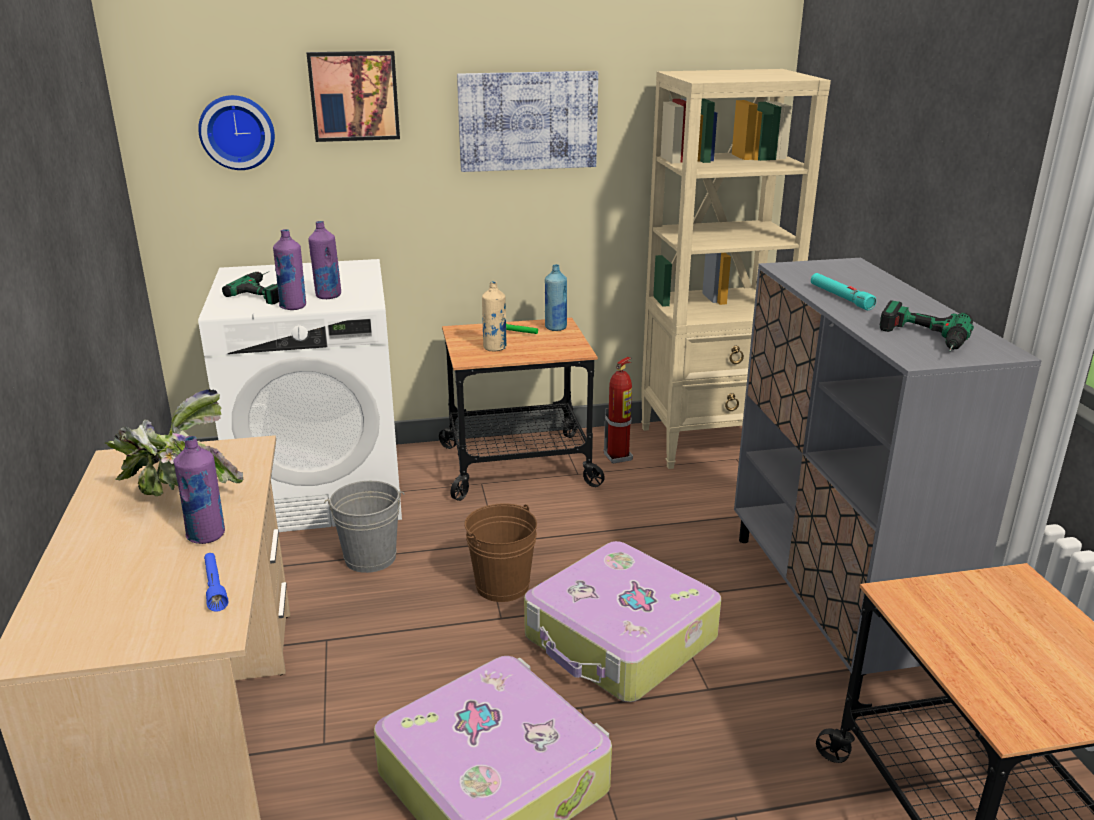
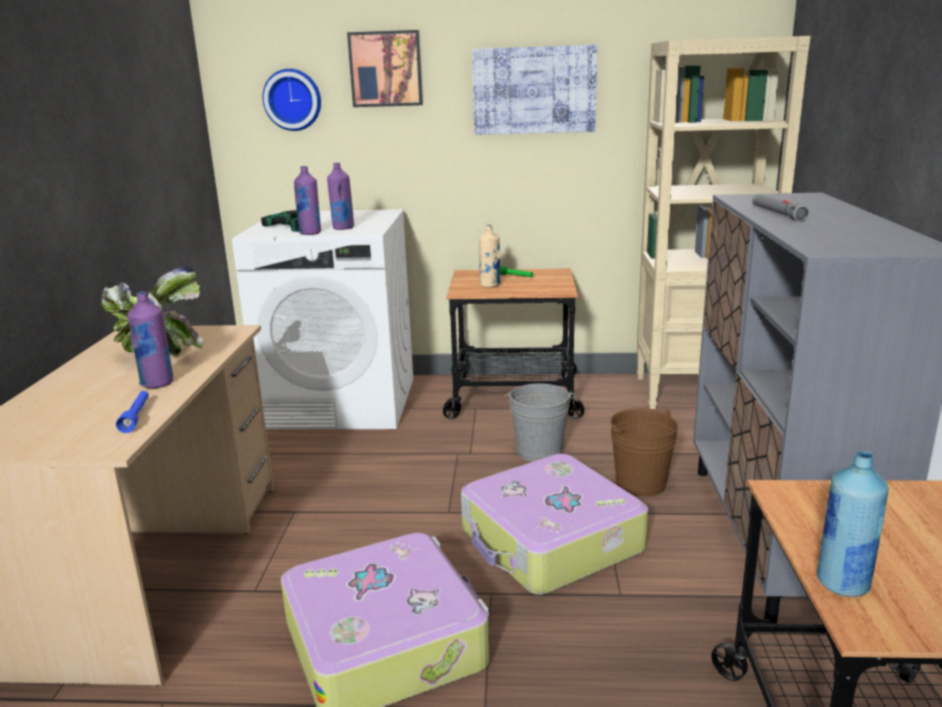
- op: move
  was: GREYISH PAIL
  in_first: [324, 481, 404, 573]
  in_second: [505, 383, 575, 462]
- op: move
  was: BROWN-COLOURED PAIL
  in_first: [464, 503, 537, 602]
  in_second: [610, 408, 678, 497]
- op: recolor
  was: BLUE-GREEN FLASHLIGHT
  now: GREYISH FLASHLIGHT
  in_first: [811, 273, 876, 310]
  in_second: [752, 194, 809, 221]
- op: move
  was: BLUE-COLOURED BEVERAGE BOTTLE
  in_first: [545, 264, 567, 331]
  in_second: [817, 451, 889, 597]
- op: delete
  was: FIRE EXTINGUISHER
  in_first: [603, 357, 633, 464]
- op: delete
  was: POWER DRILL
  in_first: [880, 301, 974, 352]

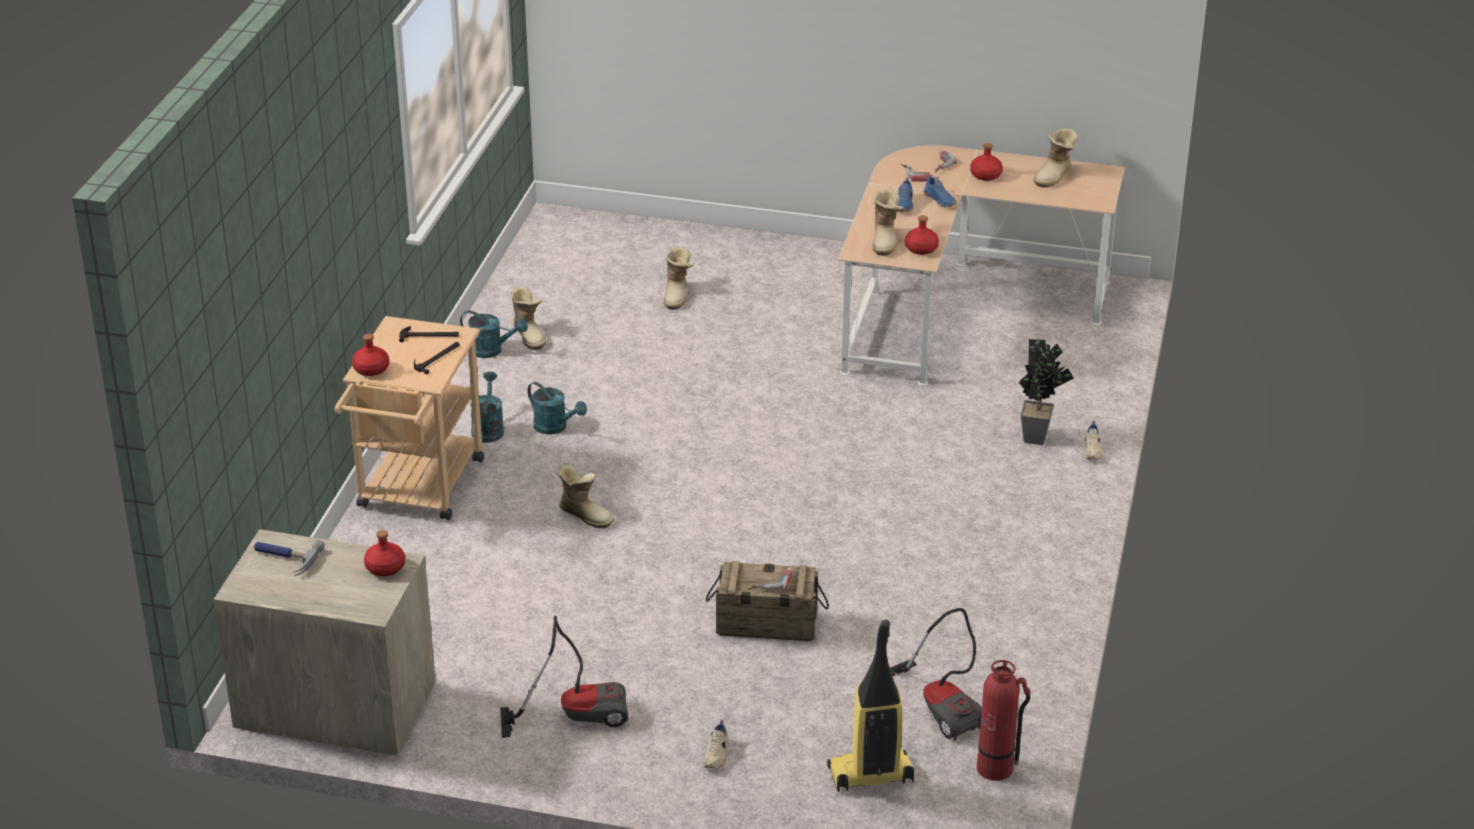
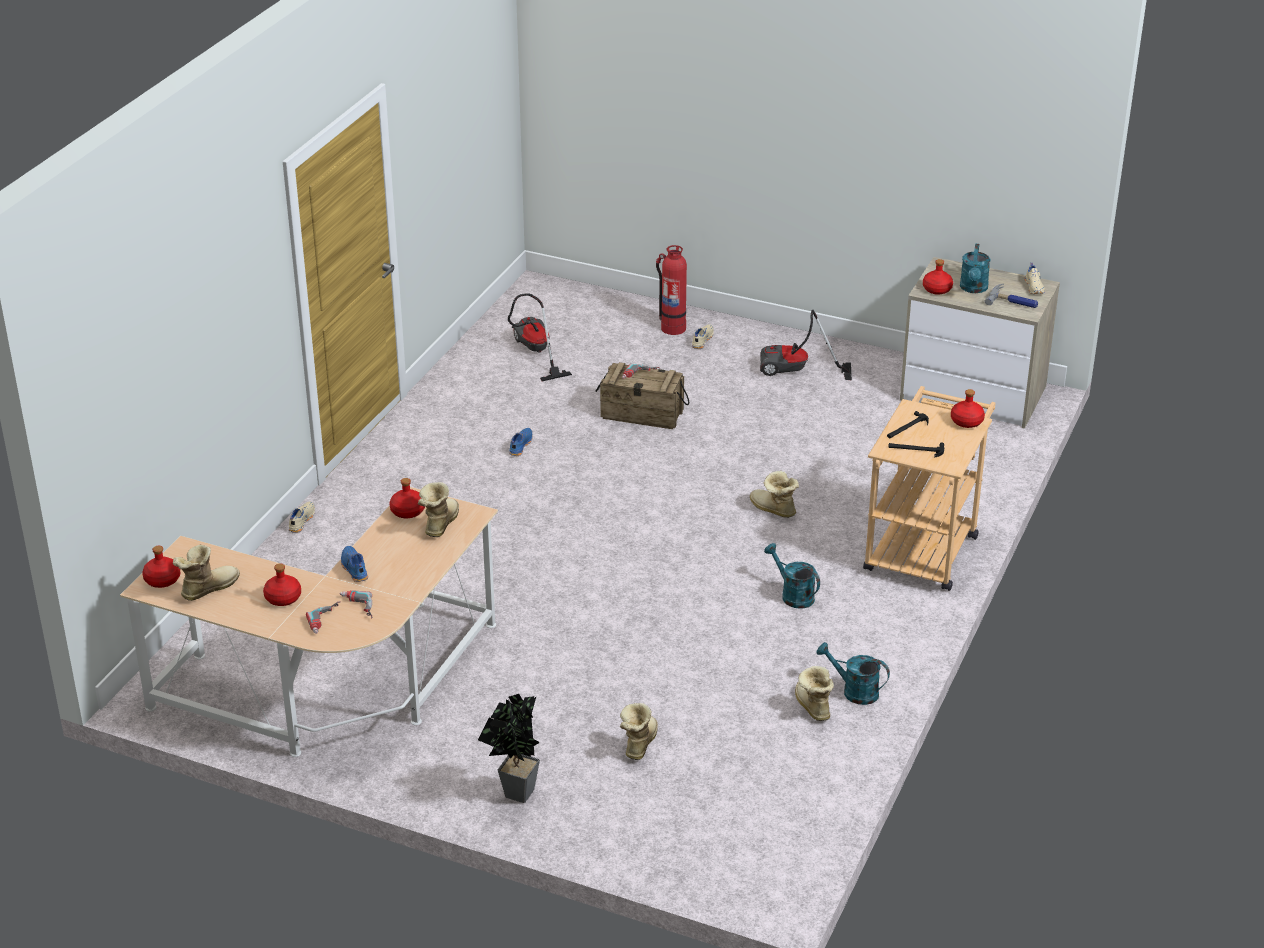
- op: insert
  now: RED BEVERAGE BOTTLE
  in_second: [142, 546, 180, 588]
- op: move
  was: PLANT IN A POT
  in_first: [1019, 339, 1074, 445]
  in_second: [478, 694, 540, 803]
- op: move
  was: BLUE-COLOURED SHOE
  in_first: [898, 177, 913, 212]
  in_second: [509, 428, 533, 456]
- op: move
  was: FIRE EXTINGUISHER
  in_first: [977, 660, 1031, 781]
  in_second: [656, 245, 687, 335]
- op: move
  was: BLUE-GREEN WATERING POT
  in_first: [470, 371, 504, 443]
  in_second: [960, 243, 990, 293]
- op: insert
  now: BEIGE SHOE
  in_second: [1024, 263, 1045, 294]
- op: delete
  was: HOOVER
  in_first: [827, 620, 914, 792]

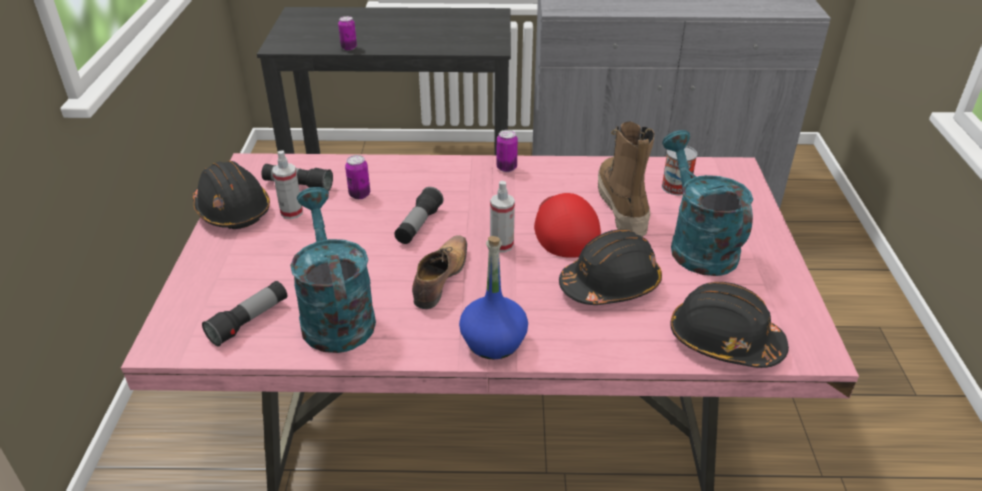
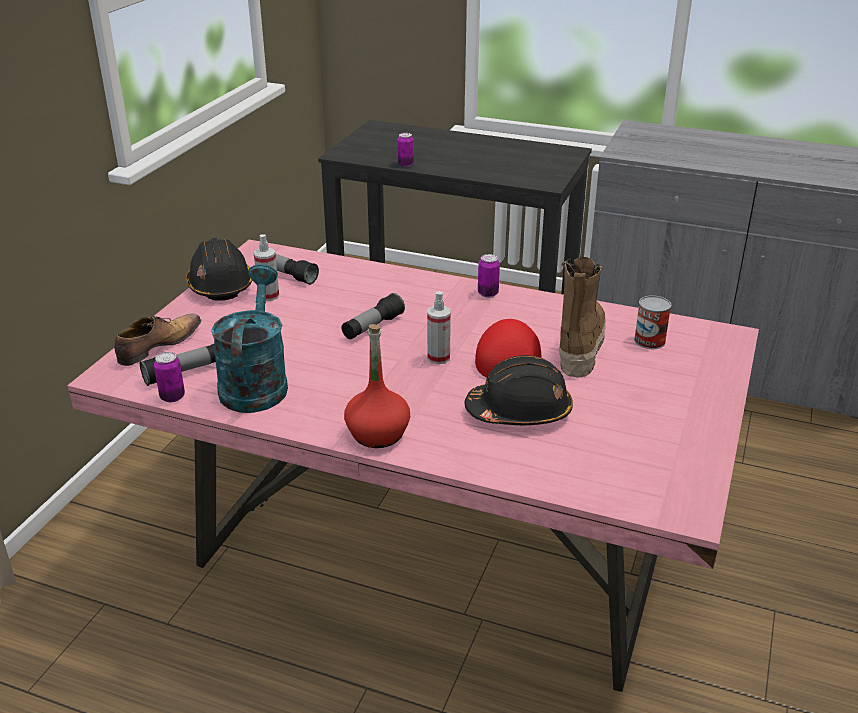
- op: move
  was: SHOE
  in_first: [412, 235, 467, 309]
  in_second: [114, 313, 201, 366]
- op: move
  was: CAN
  in_first: [345, 155, 370, 199]
  in_second: [154, 352, 185, 402]
- op: recolor
  was: BLUE-COLOURED BEVERAGE BOTTLE
  now: RED BEVERAGE BOTTLE
  in_first: [459, 236, 528, 359]
  in_second: [344, 324, 410, 448]
- op: delete
  was: BLUE-GREEN WATERING POT
  in_first: [662, 130, 753, 276]
- op: delete
  was: BLACK-COLOURED WORK HELMET
  in_first: [670, 282, 789, 368]

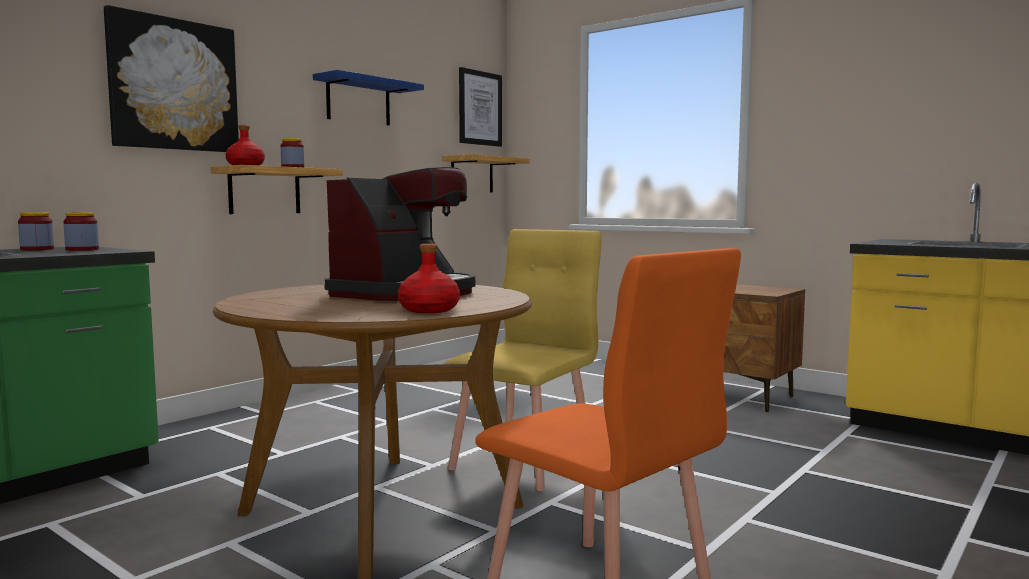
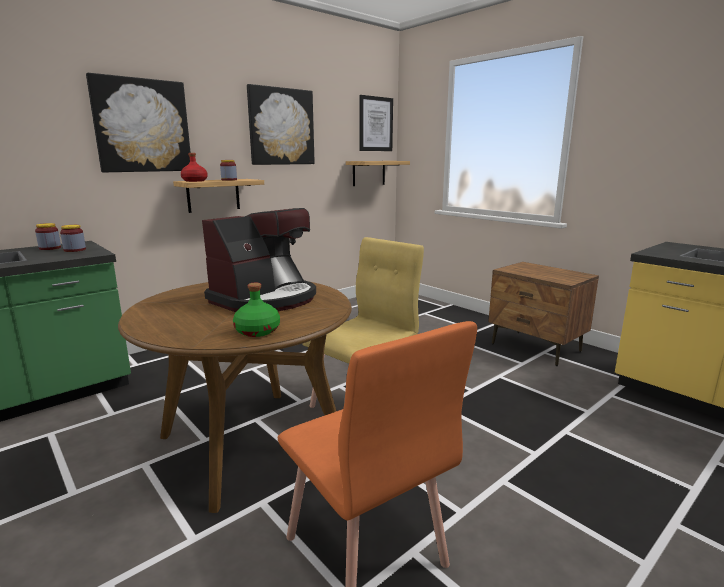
- op: recolor
  was: RED BEVERAGE BOTTLE
  now: GREEN-COLOURED BEVERAGE BOTTLE
  in_first: [398, 244, 460, 313]
  in_second: [233, 283, 280, 337]
- op: replace
  was: BLUE-COLOURED WALL SHELF
  now: WALL PICTURE
  in_first: [313, 70, 424, 126]
  in_second: [247, 84, 315, 165]

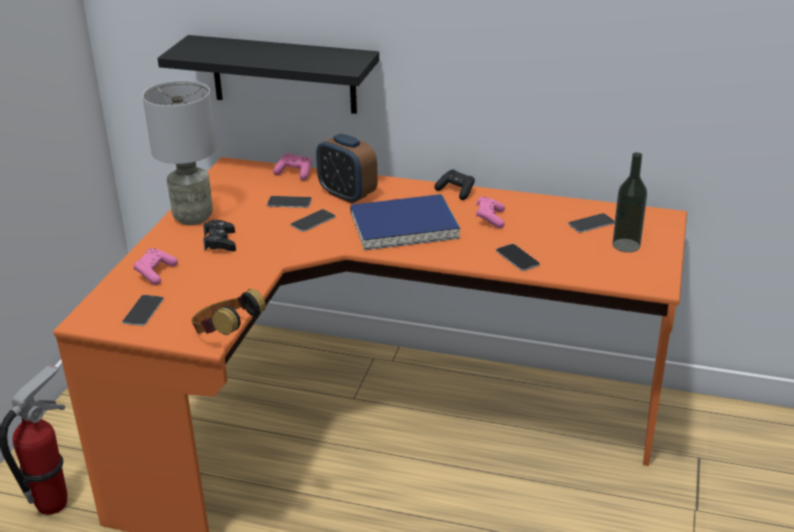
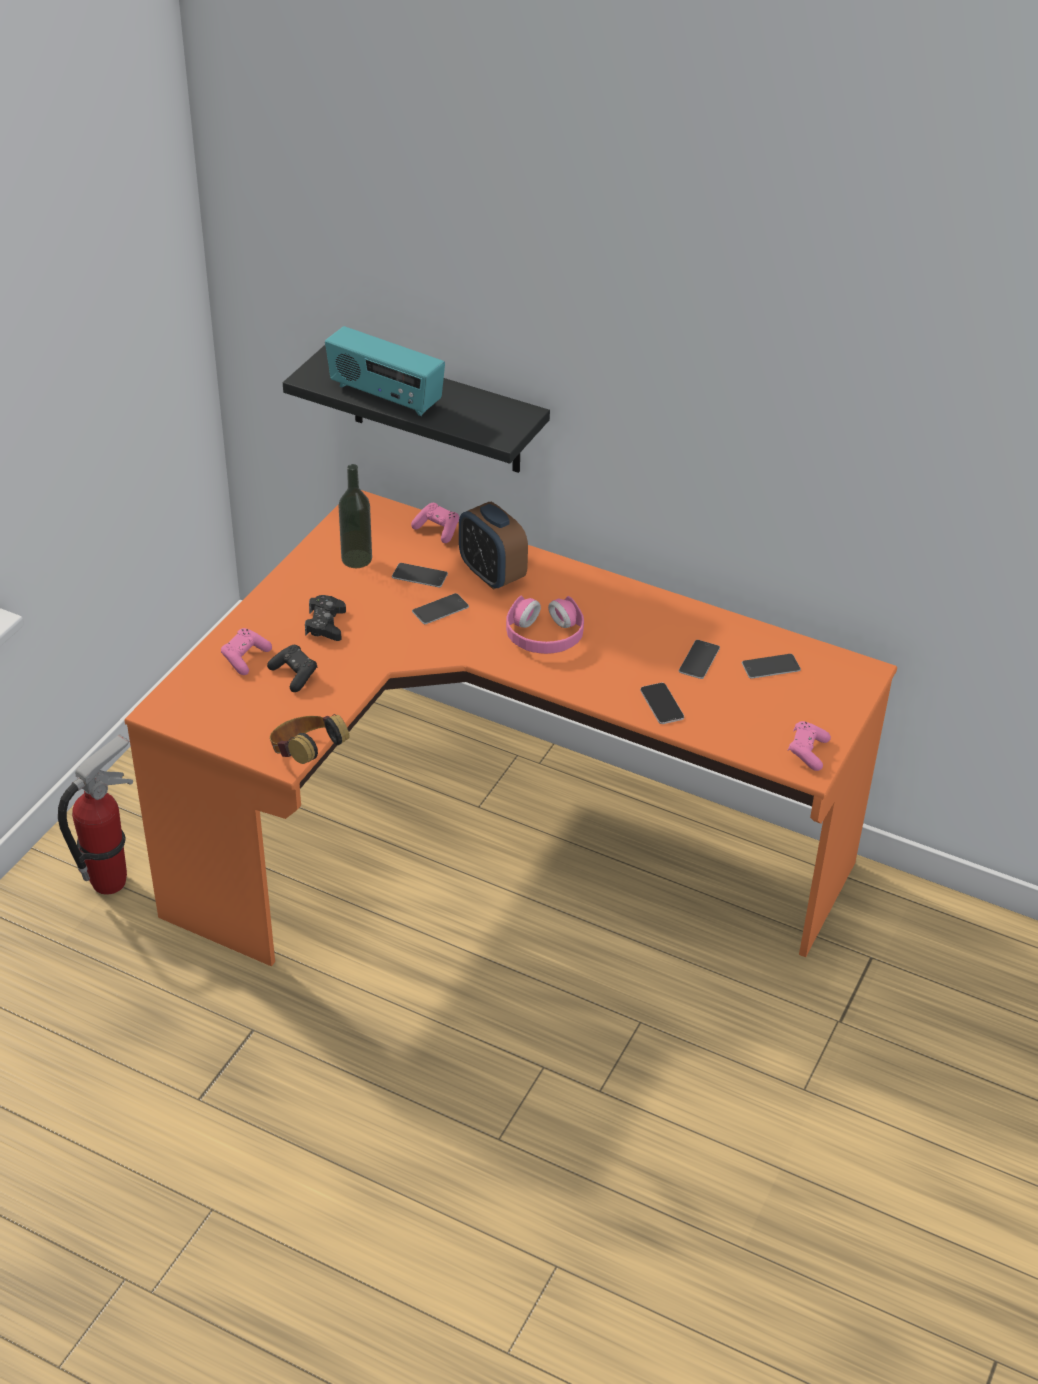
- op: move
  was: BLACK-COLOURED GAMEPAD
  in_first: [434, 170, 475, 200]
  in_second: [267, 645, 318, 692]
- op: insert
  now: RADIO
  in_second: [325, 326, 445, 416]
- op: move
  was: BEVERAGE BOTTLE
  in_first: [612, 152, 647, 253]
  in_second: [338, 464, 372, 568]
- op: replace
  was: BLUE-COLOURED VOLUME
  now: PINK-COLOURED HEADSET
  in_first: [350, 194, 460, 250]
  in_second: [506, 596, 584, 654]
- op: move
  was: PHONE
  in_first: [122, 295, 164, 326]
  in_second: [679, 640, 720, 679]
- op: move
  was: PINK-COLOURED GAMEPAD
  in_first: [476, 197, 505, 228]
  in_second: [788, 721, 831, 771]
- op: delete
  was: GREYISH TABLETOP LAMP
  in_first: [143, 80, 216, 225]

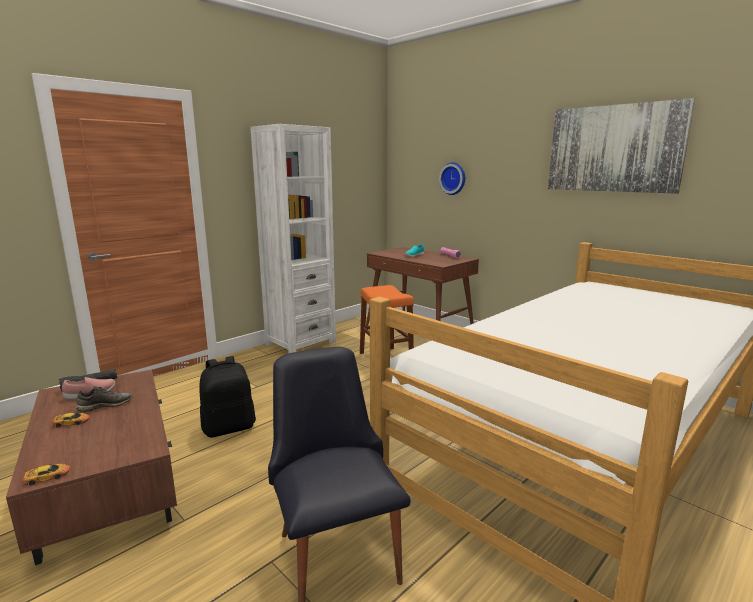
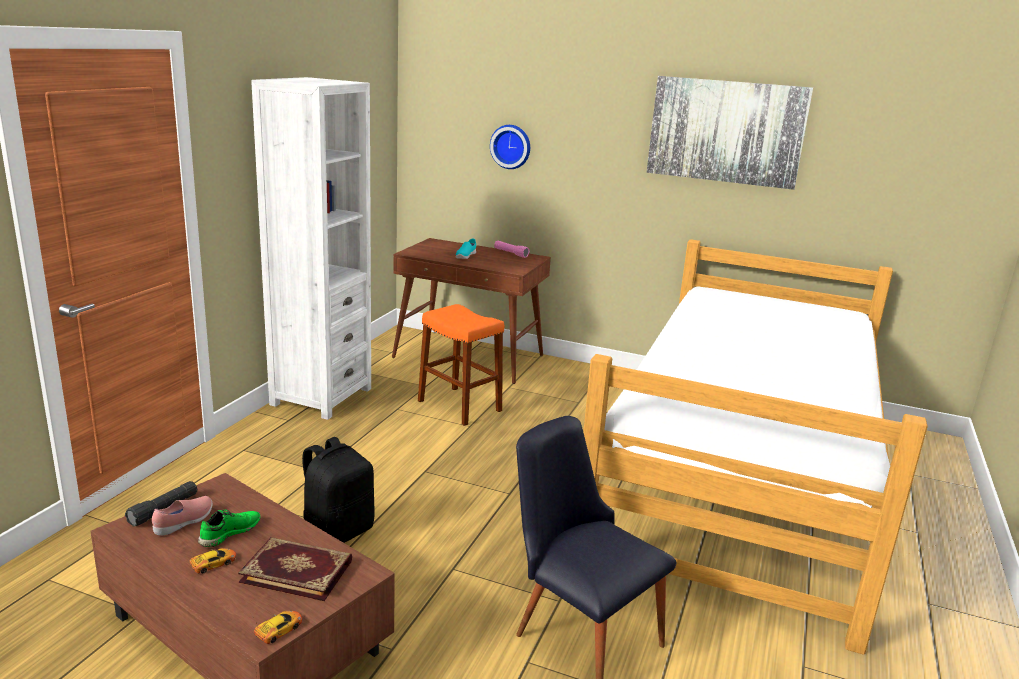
- op: recolor
  was: GREYISH SHOE
  now: GREEN-COLOURED SHOE
  in_first: [76, 386, 133, 412]
  in_second: [198, 510, 261, 547]
- op: insert
  now: VOLUME
  in_second: [238, 537, 352, 601]

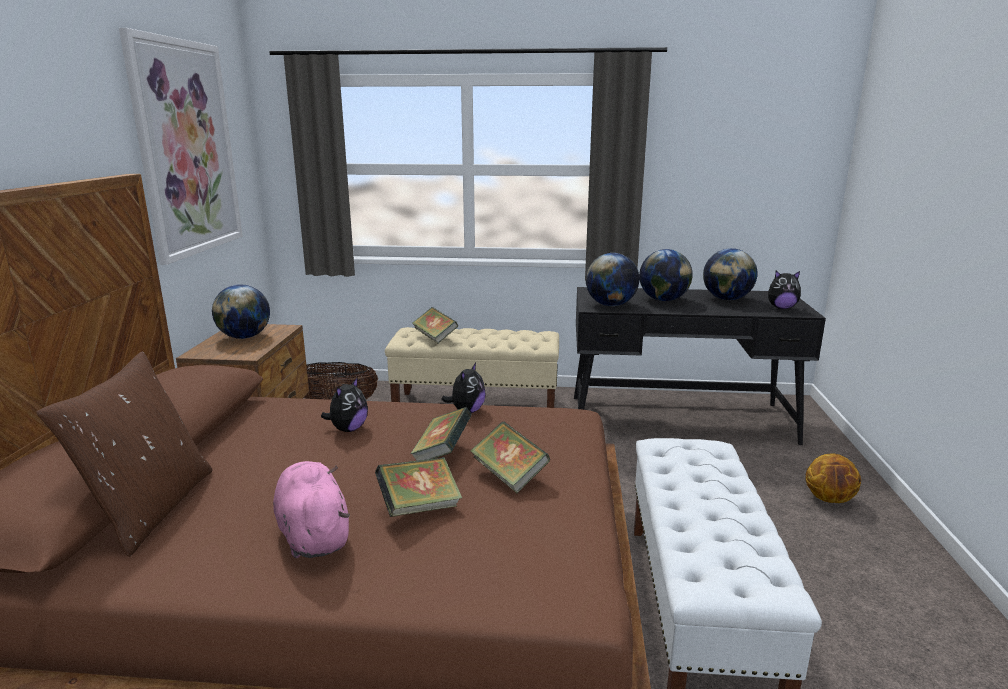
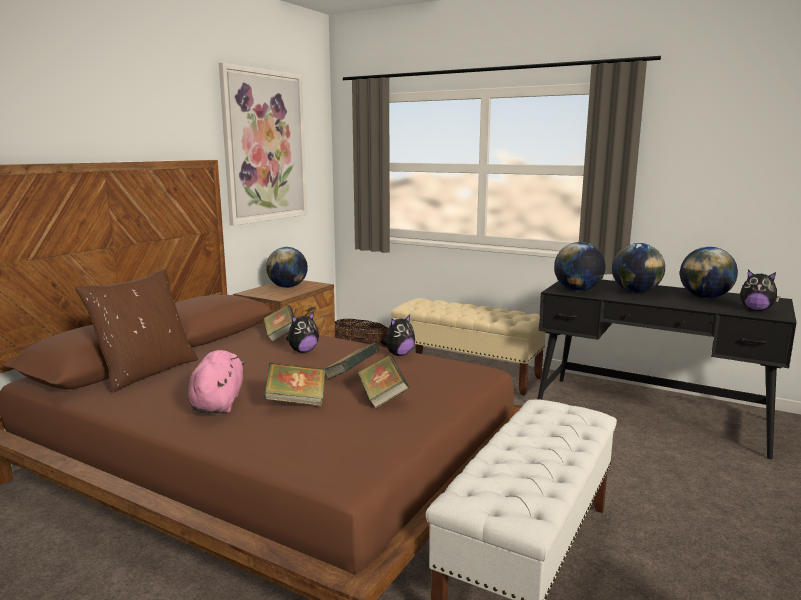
- op: move
  was: VOLUME
  in_first: [413, 307, 458, 344]
  in_second: [263, 305, 295, 342]
- op: delete
  was: BASKETBALL
  in_first: [806, 454, 861, 503]

